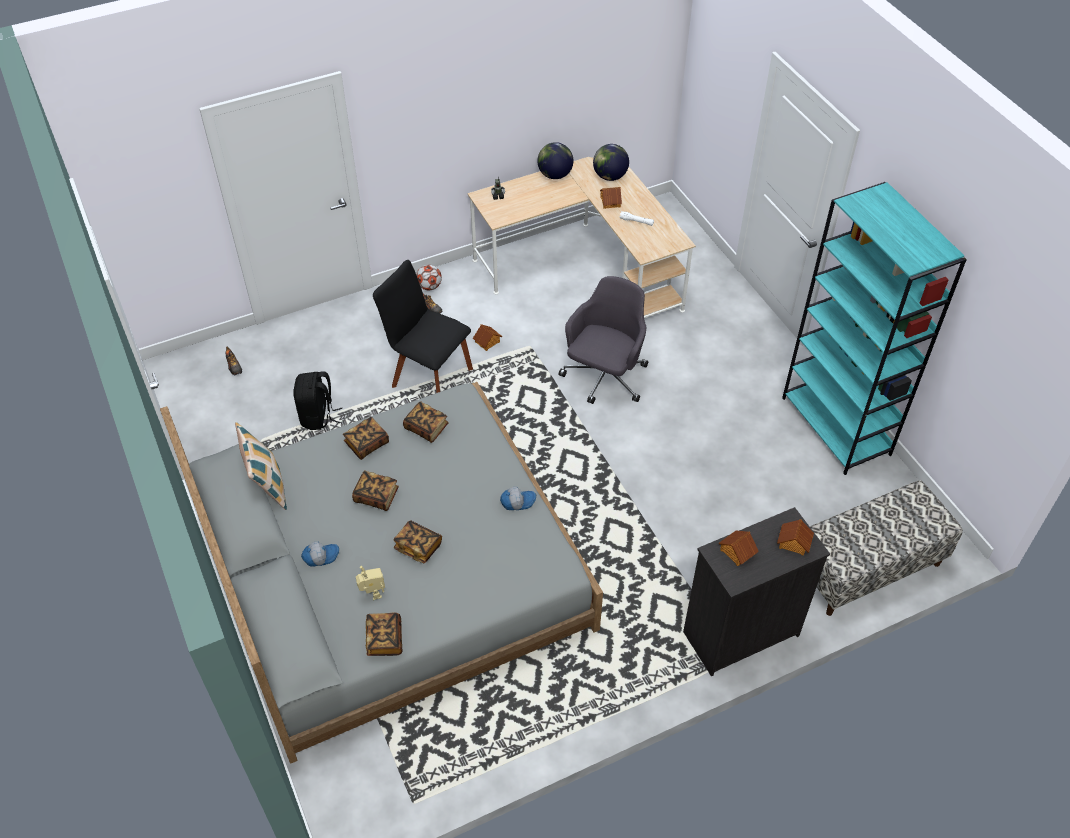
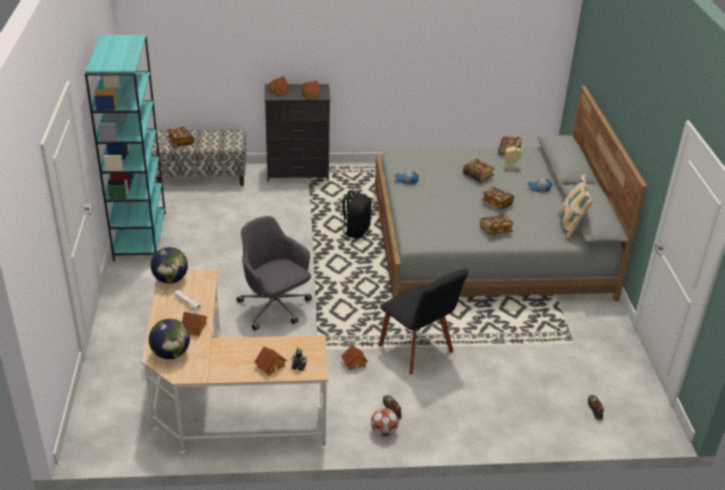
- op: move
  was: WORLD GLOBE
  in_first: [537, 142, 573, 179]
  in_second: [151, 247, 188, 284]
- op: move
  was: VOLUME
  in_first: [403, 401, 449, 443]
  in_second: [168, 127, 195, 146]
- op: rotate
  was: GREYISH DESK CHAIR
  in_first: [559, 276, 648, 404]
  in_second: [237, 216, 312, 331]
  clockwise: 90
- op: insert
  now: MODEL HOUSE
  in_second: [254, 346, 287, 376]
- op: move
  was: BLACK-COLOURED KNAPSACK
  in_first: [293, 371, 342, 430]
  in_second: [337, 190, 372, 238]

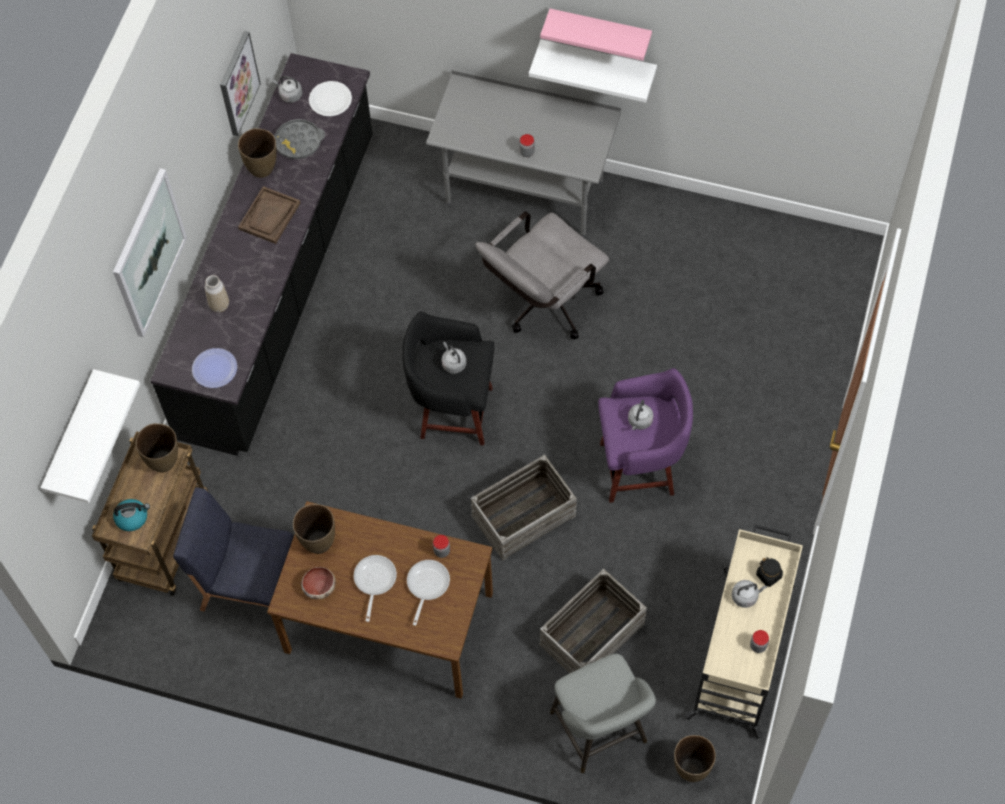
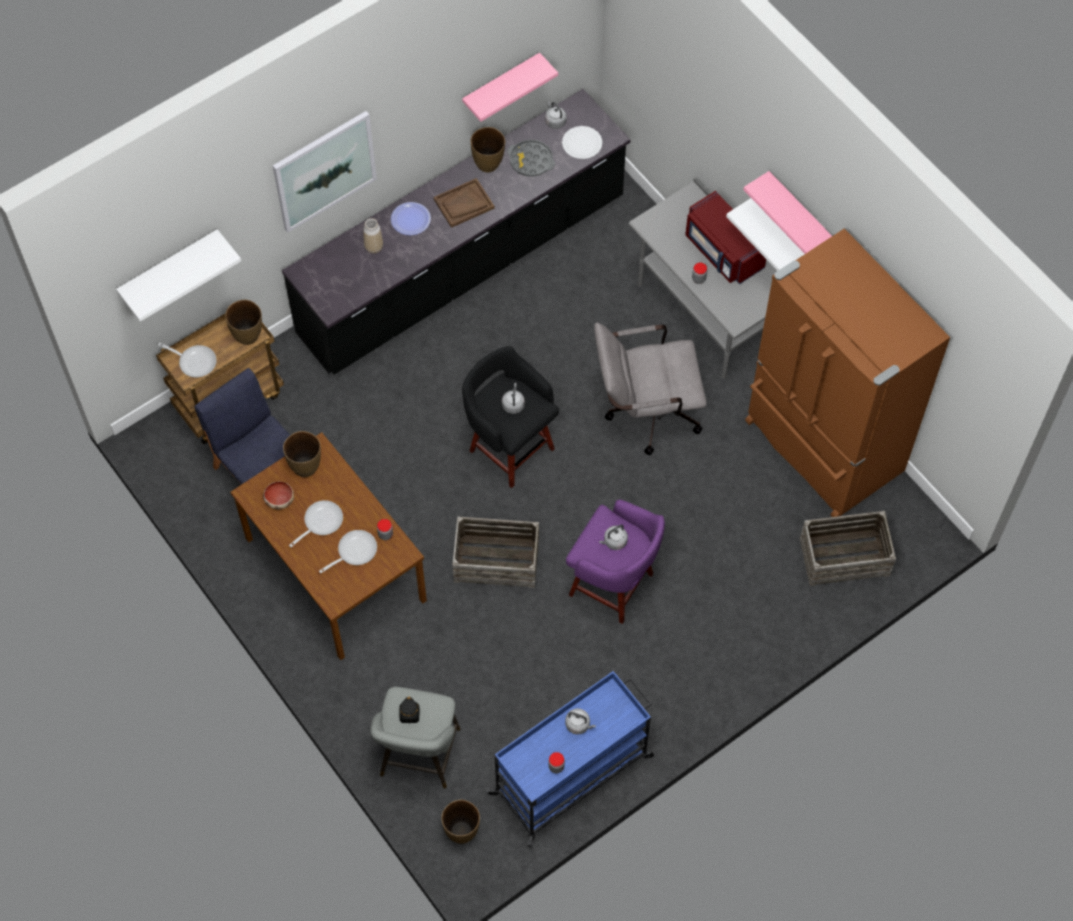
- op: replace
  was: KETTLE
  now: SKILLET
  in_first: [113, 499, 150, 531]
  in_second: [158, 343, 216, 377]
- op: move
  was: FLAT DISH
  in_first: [192, 348, 237, 388]
  in_second: [391, 202, 431, 235]
- op: move
  was: BLACK-COLOURED JAR
  in_first: [756, 557, 783, 587]
  in_second: [399, 696, 419, 723]
- op: replace
  was: WALL PICTURE
  now: PINK-COLOURED WALL SHELF
  in_first: [220, 31, 261, 136]
  in_second: [462, 53, 558, 122]
- op: recolor
  was: BEIGE CART
  now: BLUE-COLOURED CART
  in_first: [684, 524, 803, 739]
  in_second: [486, 671, 654, 847]
- op: insert
  now: RED KITCHEN MICROWAVE
  in_second: [686, 191, 766, 284]
- op: insert
  now: BROWN-COLOURED KITCHEN FRIDGE
  in_second: [745, 228, 950, 517]
- op: move
  was: CRATE
  in_first: [539, 569, 647, 673]
  in_second: [800, 511, 896, 586]

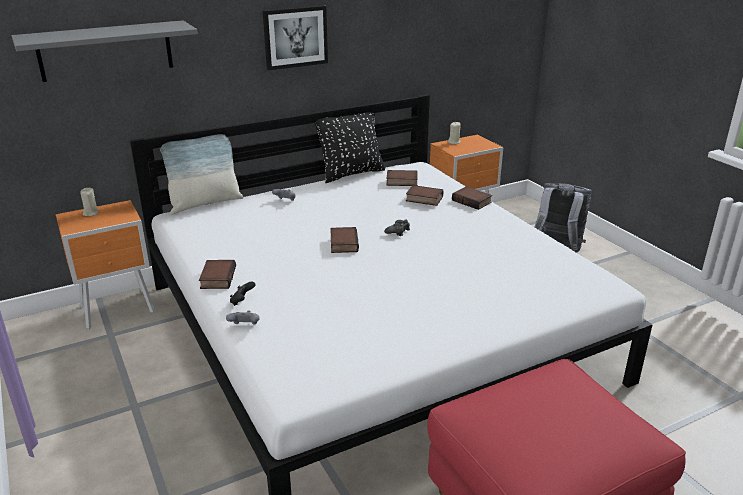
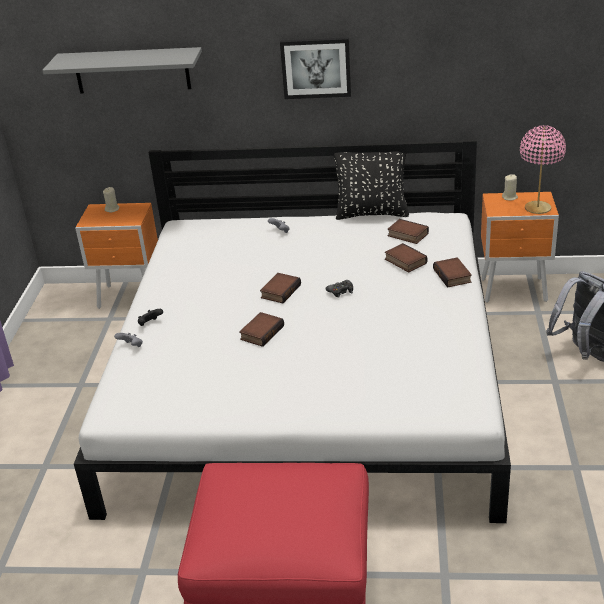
- op: move
  was: VOLUME
  in_first: [199, 260, 236, 289]
  in_second: [239, 312, 284, 347]
- op: insert
  now: PINK-COLOURED TABLETOP LAMP
  in_second: [520, 125, 566, 214]
- op: delete
  was: CUSHION
  in_first: [160, 134, 244, 215]

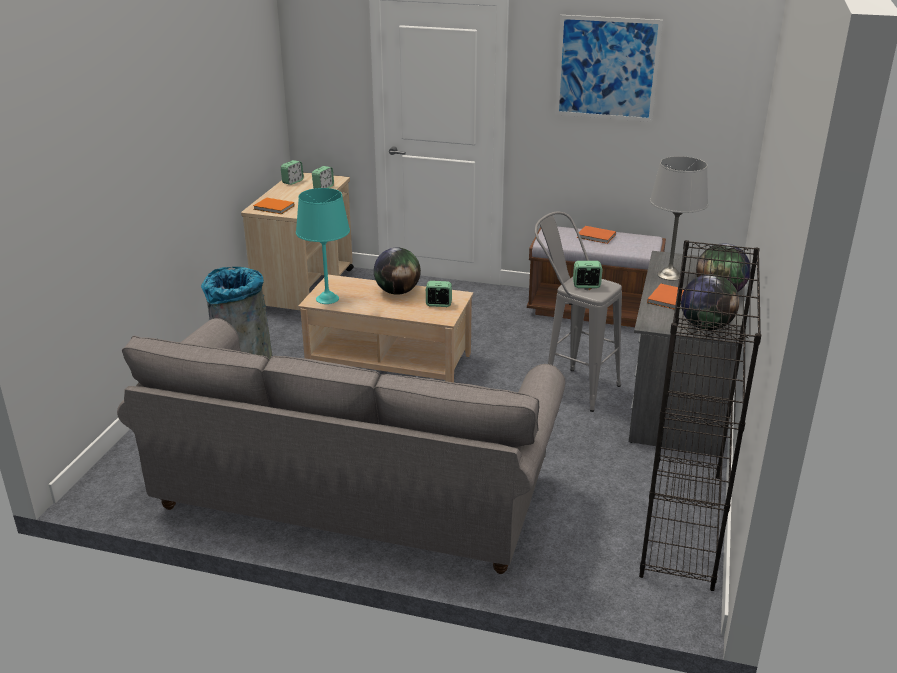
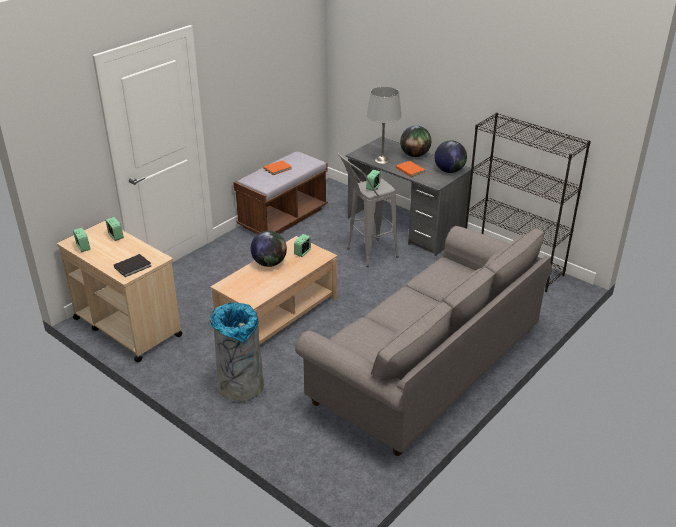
- op: recolor
  was: ORANGE-COLOURED VOLUME
  now: BLACK-COLOURED VOLUME
  in_first: [253, 198, 294, 214]
  in_second: [114, 254, 151, 277]
- op: delete
  was: BLUE-GREEN TABLETOP LAMP
  in_first: [296, 188, 350, 304]
- op: delete
  was: WALL PICTURE
  in_first: [555, 15, 663, 122]

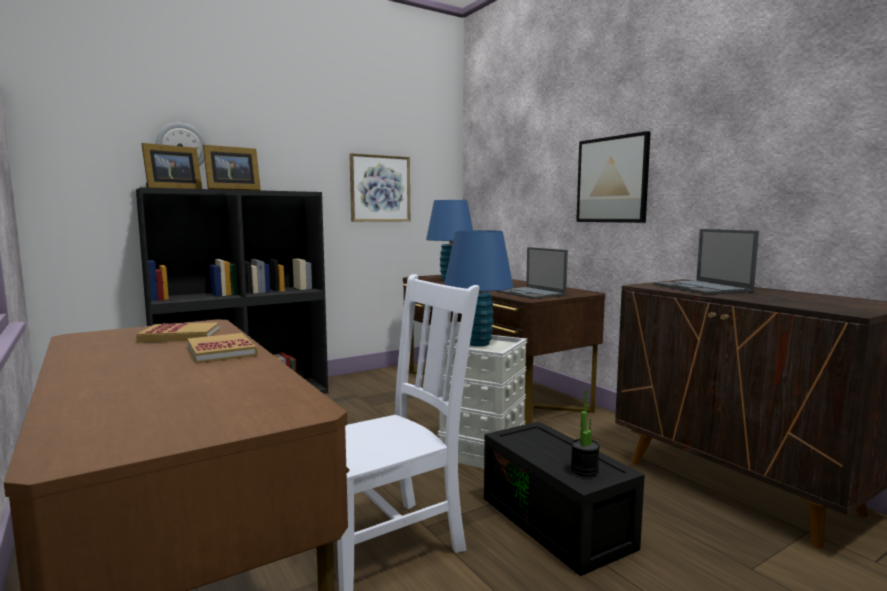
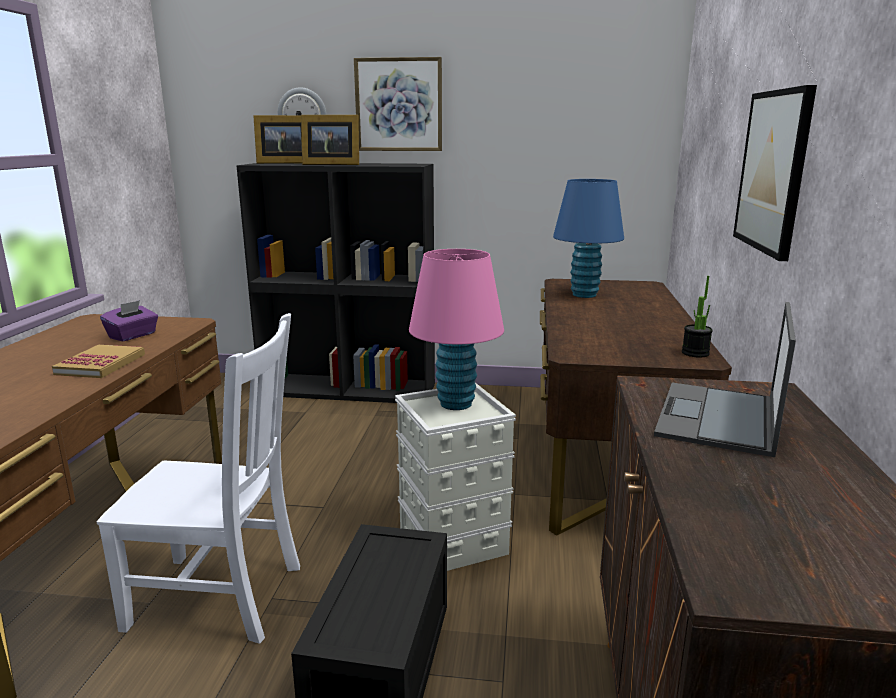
- op: replace
  was: VOLUME
  now: PURPLE-COLOURED TISSUE BOX
  in_first: [136, 322, 220, 343]
  in_second: [100, 300, 158, 342]
- op: move
  was: WALL PICTURE
  in_first: [349, 153, 410, 222]
  in_second: [354, 57, 442, 151]
- op: recolor
  was: BLUE-COLOURED TABLETOP LAMP
  now: PINK-COLOURED TABLETOP LAMP
  in_first: [444, 230, 513, 346]
  in_second: [409, 249, 504, 410]
- op: move
  was: PLANT IN A POT
  in_first: [570, 390, 600, 477]
  in_second: [682, 276, 713, 357]
- op: delete
  was: LAPTOP
  in_first: [496, 247, 568, 299]

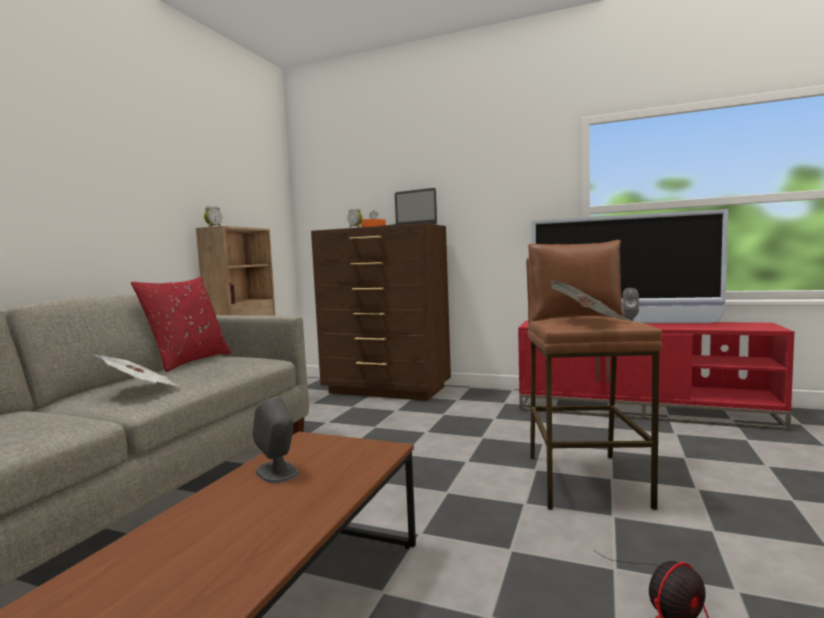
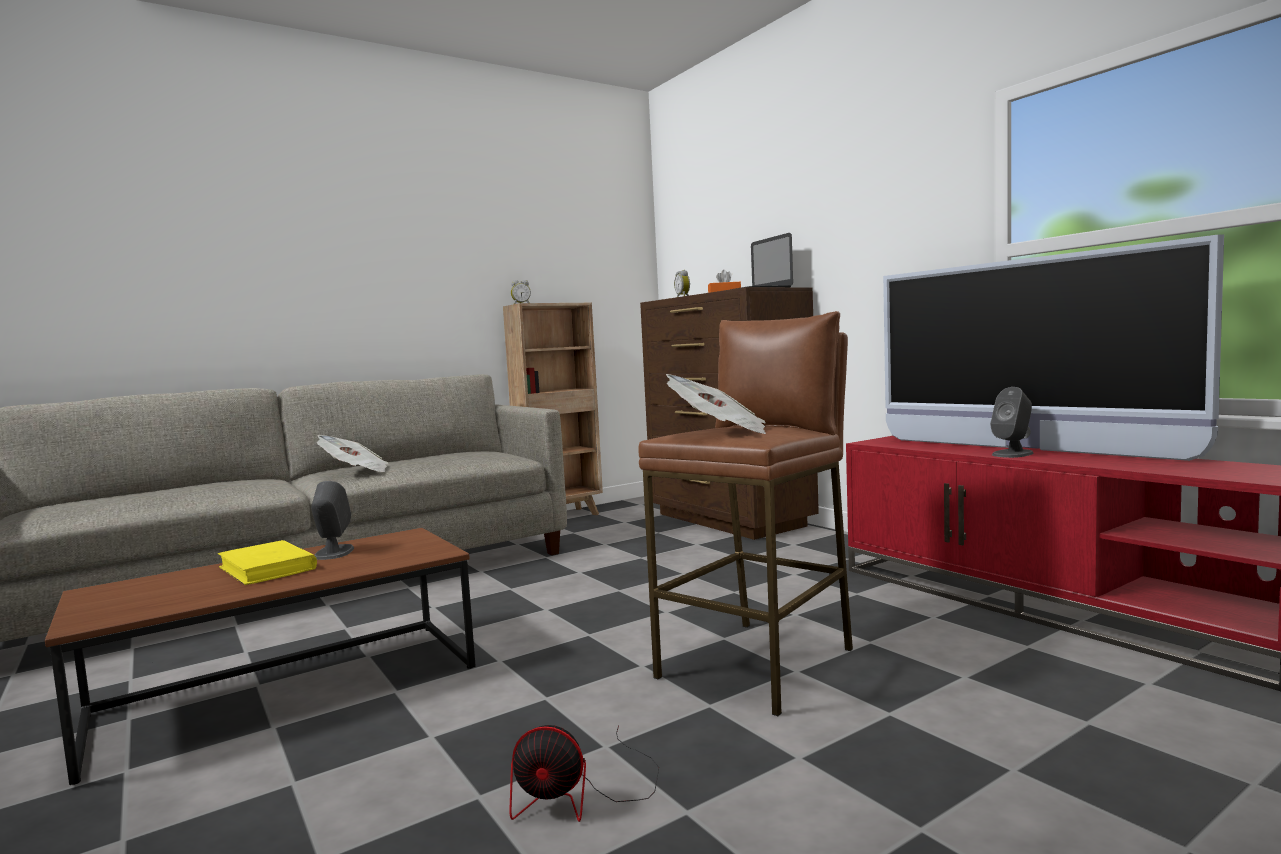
- op: insert
  now: YELLOW VOLUME
  in_second: [218, 540, 317, 585]
- op: delete
  was: RED CUSHION
  in_first: [131, 277, 231, 372]

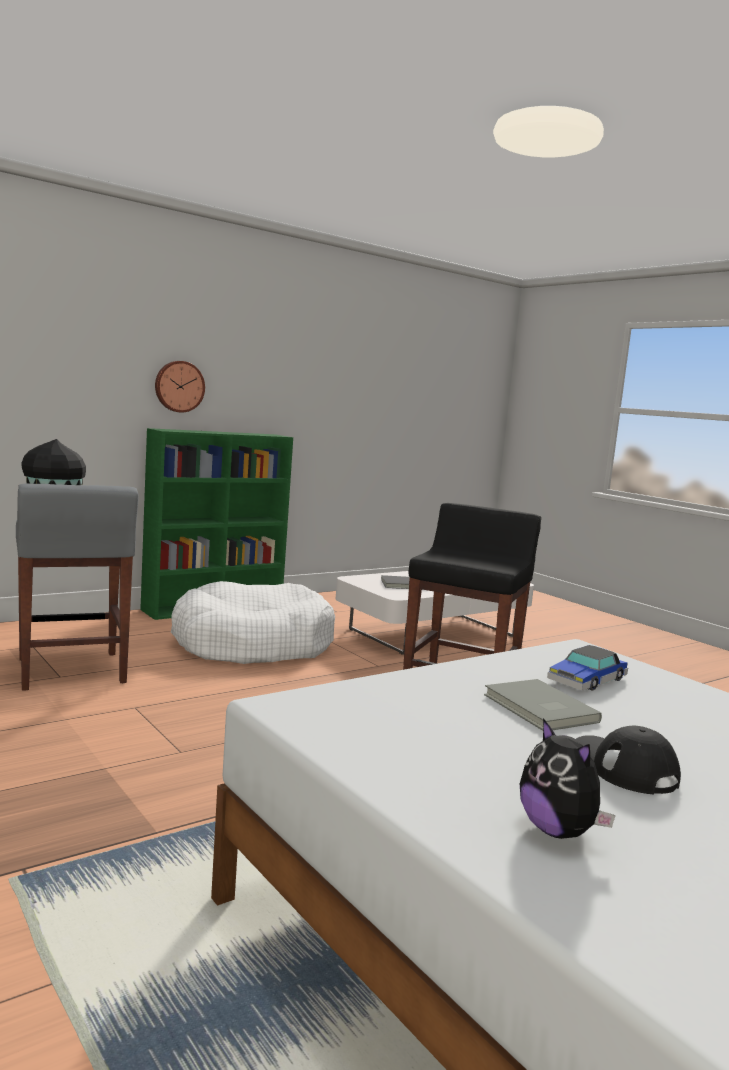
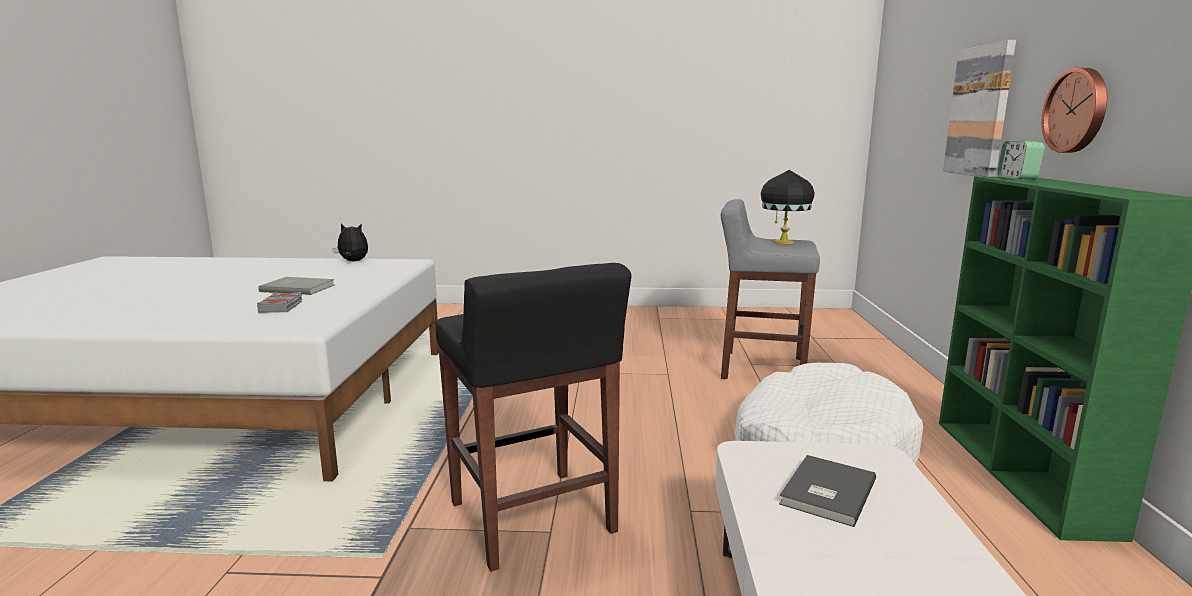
- op: replace
  was: MODEL CAR
  now: GREYISH VOLUME
  in_first: [547, 645, 628, 691]
  in_second: [257, 292, 303, 313]
- op: move
  was: CUDDLY TOY
  in_first: [520, 718, 616, 839]
  in_second: [332, 224, 368, 261]
- op: insert
  now: WALL PICTURE
  in_second: [943, 40, 1016, 177]
- op: insert
  now: ALARM CLOCK
  in_second: [997, 141, 1045, 180]
- op: delete
  was: BLACK-COLOURED BASEBALL CAP
  in_first: [576, 726, 681, 794]

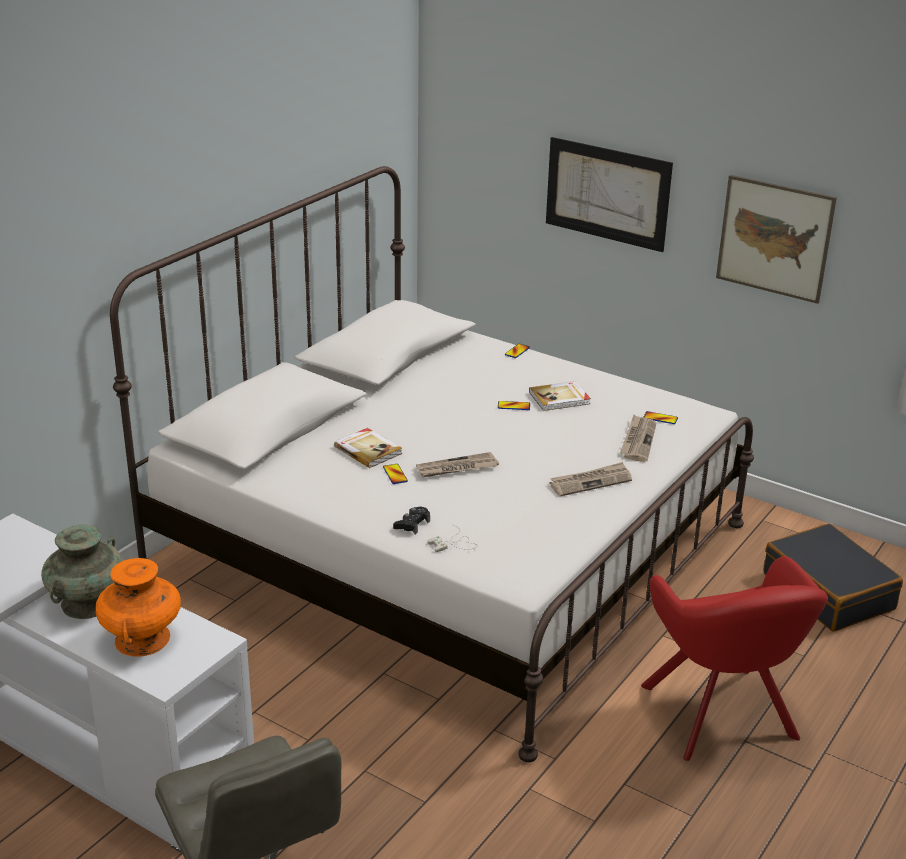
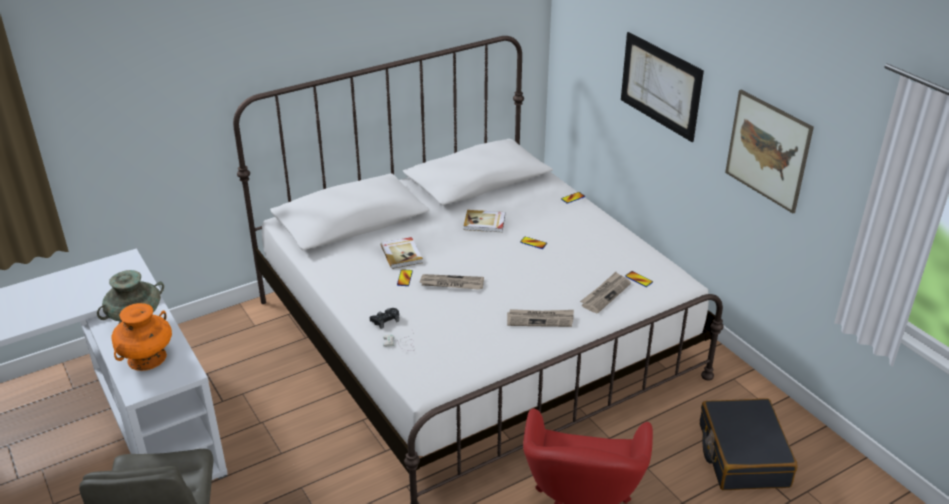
- op: move
  was: VOLUME
  in_first: [529, 381, 591, 411]
  in_second: [464, 210, 505, 232]

